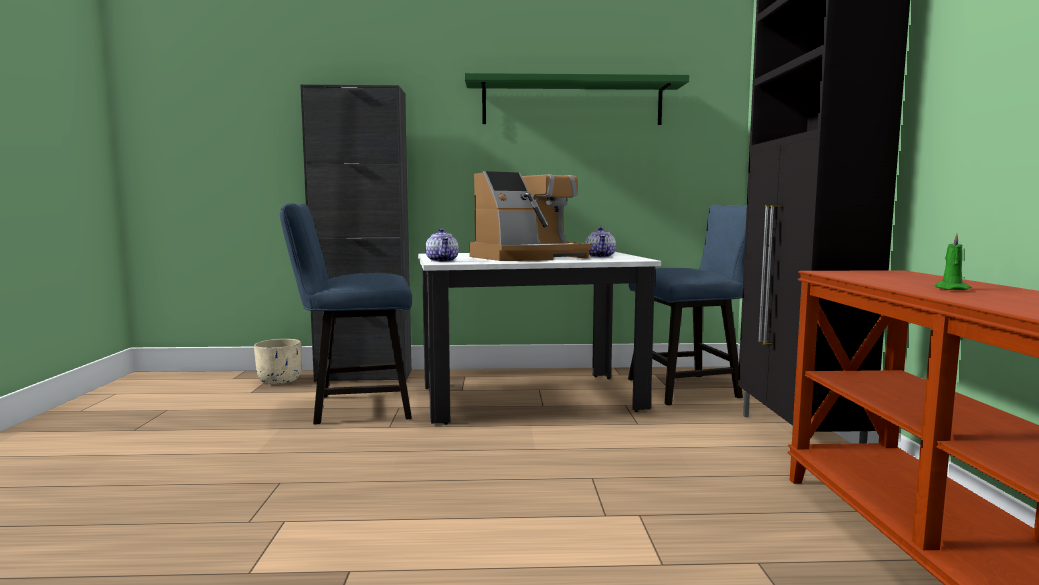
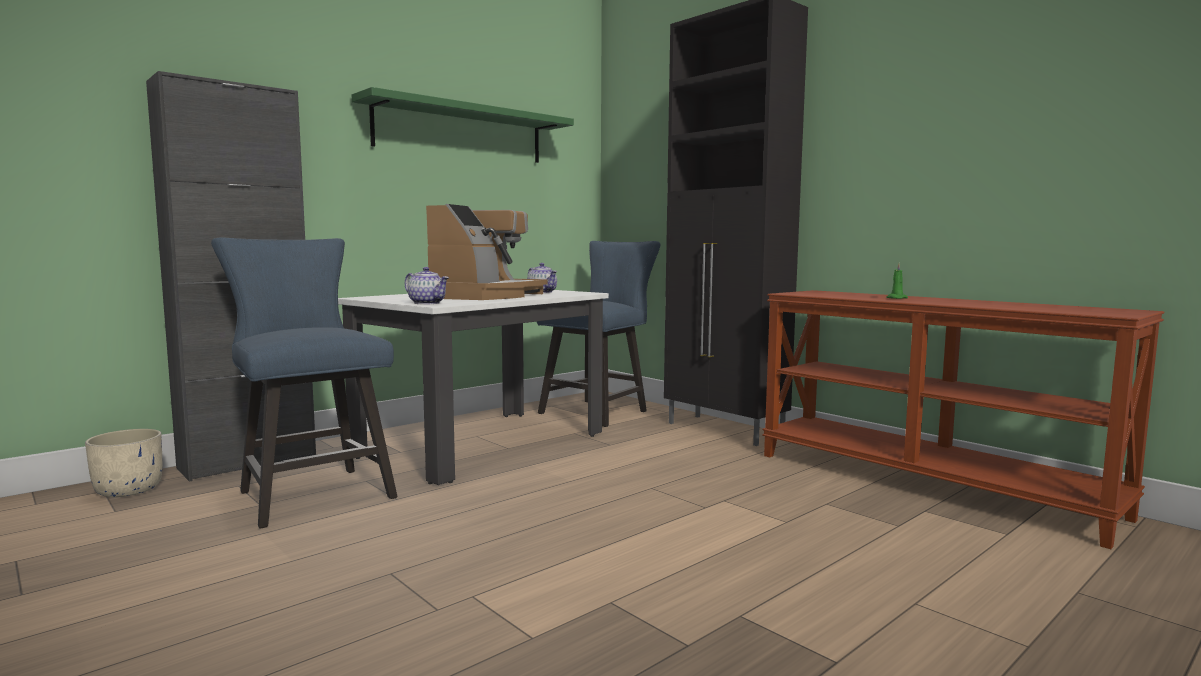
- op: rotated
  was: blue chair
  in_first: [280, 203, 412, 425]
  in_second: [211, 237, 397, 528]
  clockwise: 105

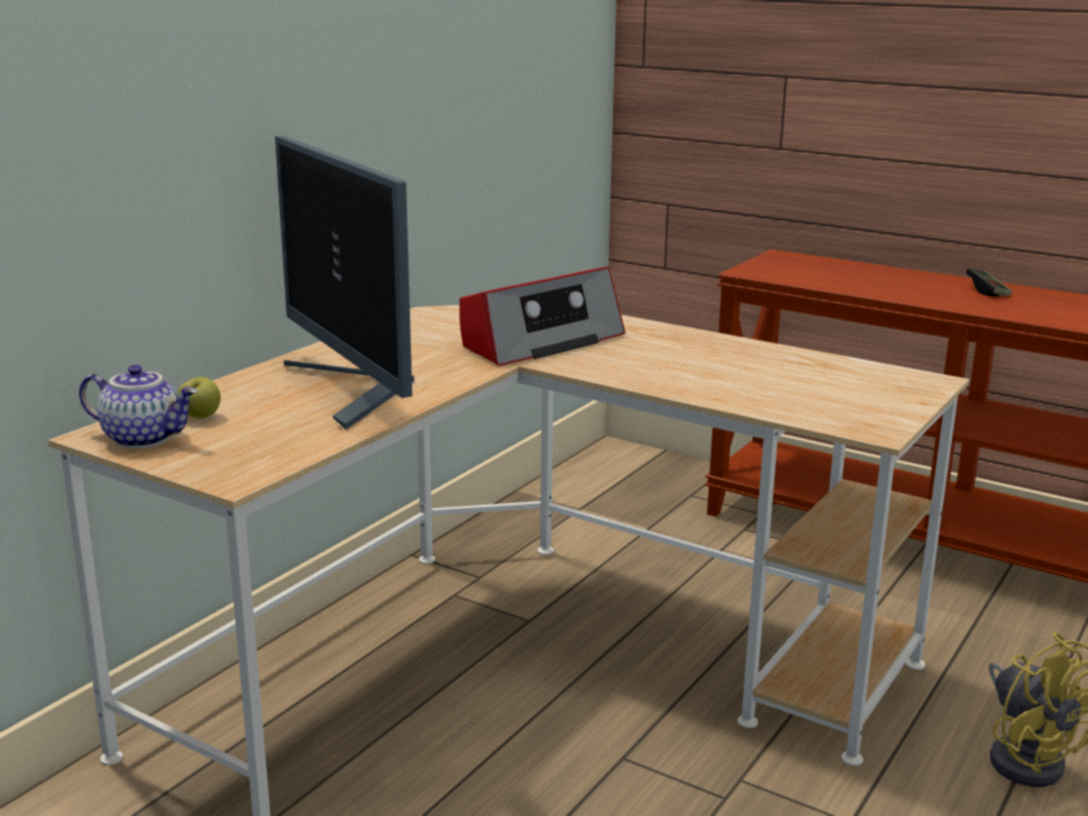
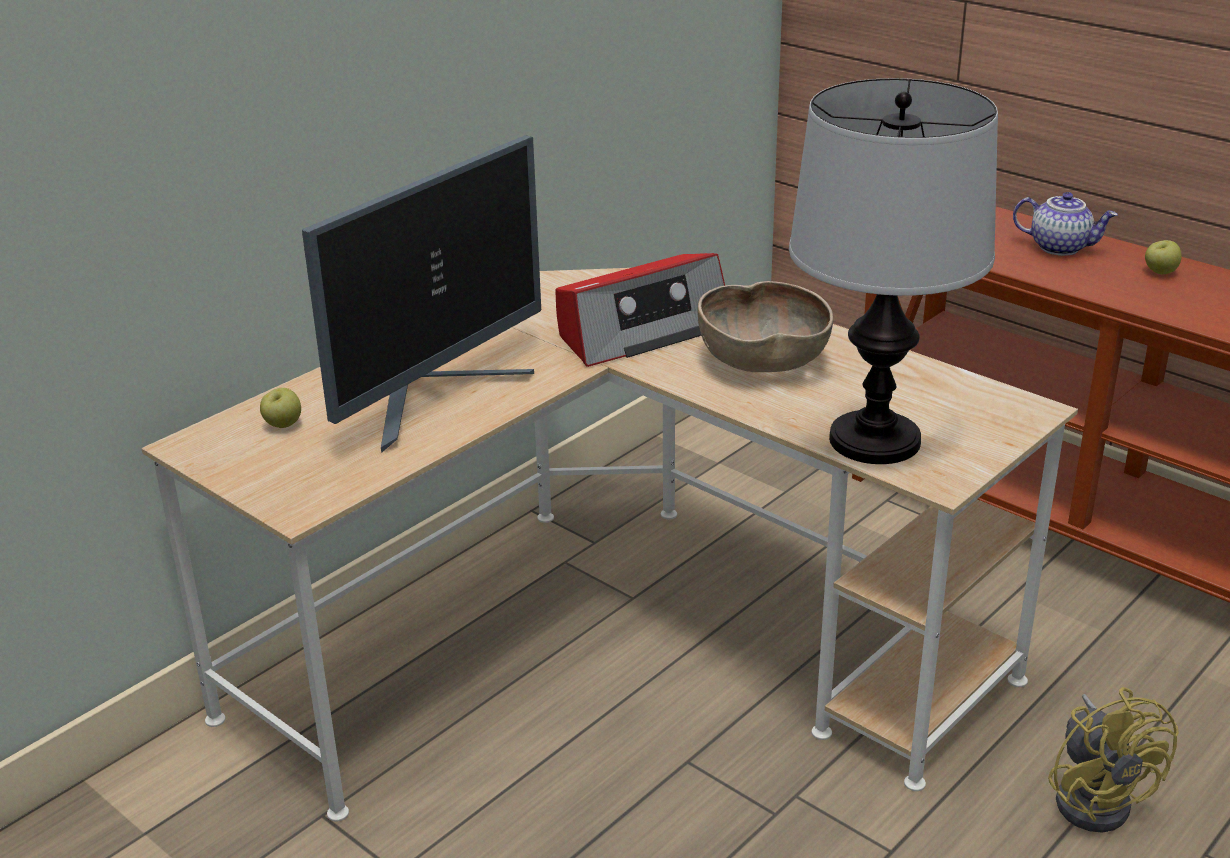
- op: shifted
  was: teapot
  in_first: [79, 365, 197, 448]
  in_second: [1013, 192, 1118, 256]
- op: rotated
  was: monitor
  in_first: [275, 136, 414, 430]
  in_second: [302, 135, 541, 453]
  clockwise: -120
- op: swapped
  was: game controller
  now: apple
  in_first: [966, 267, 1012, 297]
  in_second: [1145, 240, 1182, 274]
- op: new
  now: brown bowl
  in_second: [698, 281, 833, 372]
- op: new
  now: table lamp
  in_second: [789, 78, 998, 464]

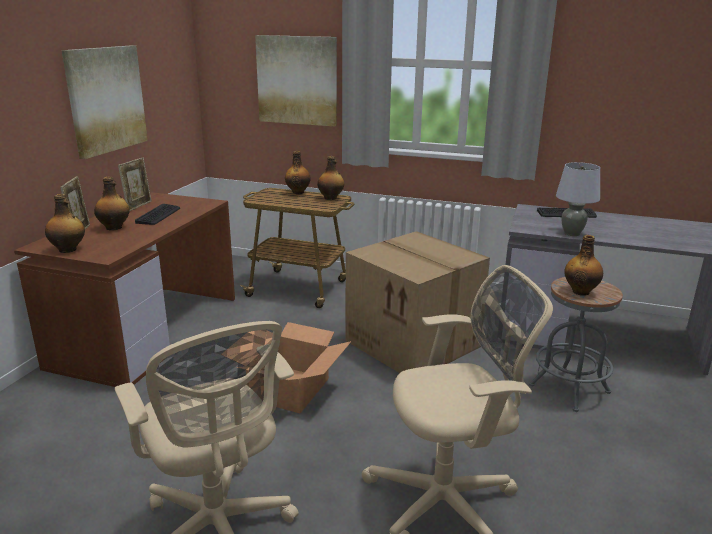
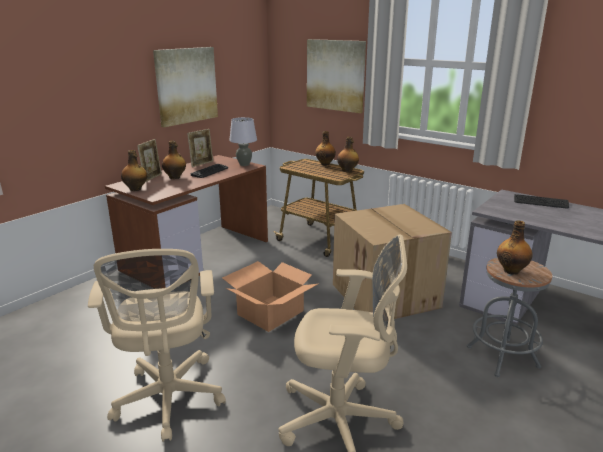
- op: shifted
  was: grey table lamp
  in_first: [556, 162, 600, 236]
  in_second: [229, 117, 257, 166]

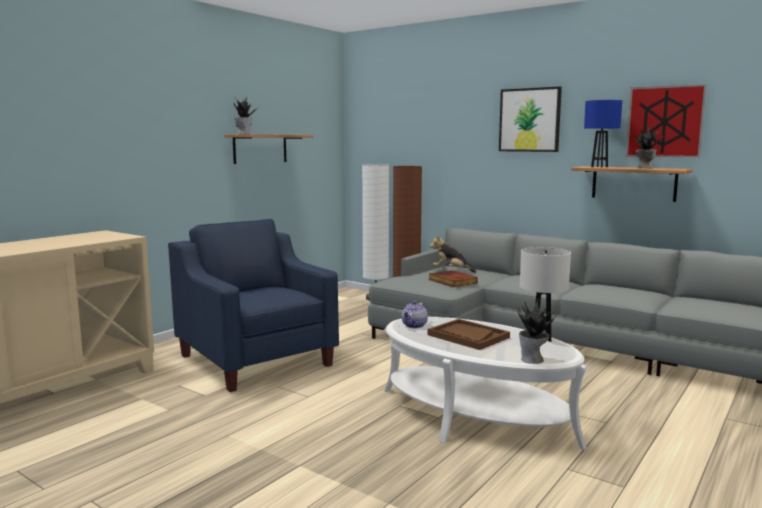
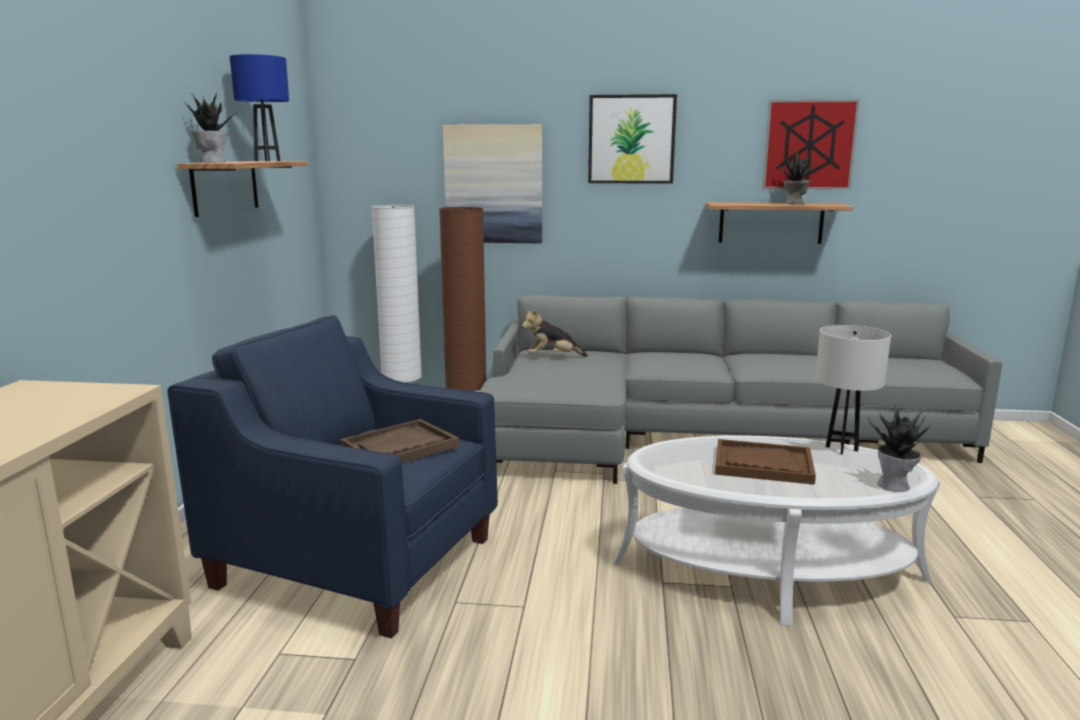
- op: gone
  was: teapot
  in_first: [402, 301, 428, 328]
- op: gone
  was: book
  in_first: [428, 270, 478, 287]
- op: shifted
  was: blue table lamp
  in_first: [584, 100, 622, 168]
  in_second: [230, 54, 289, 161]
- op: new
  now: brown tray
  in_second: [340, 419, 459, 463]
- op: new
  now: picture
  in_second: [443, 124, 542, 243]

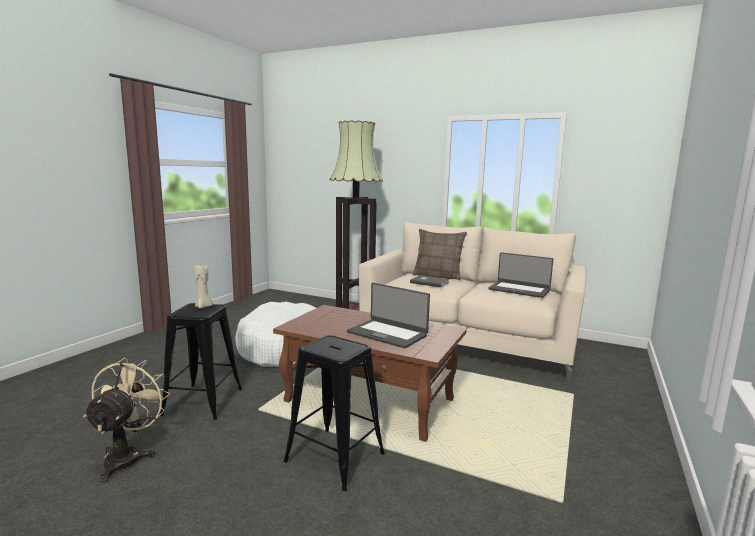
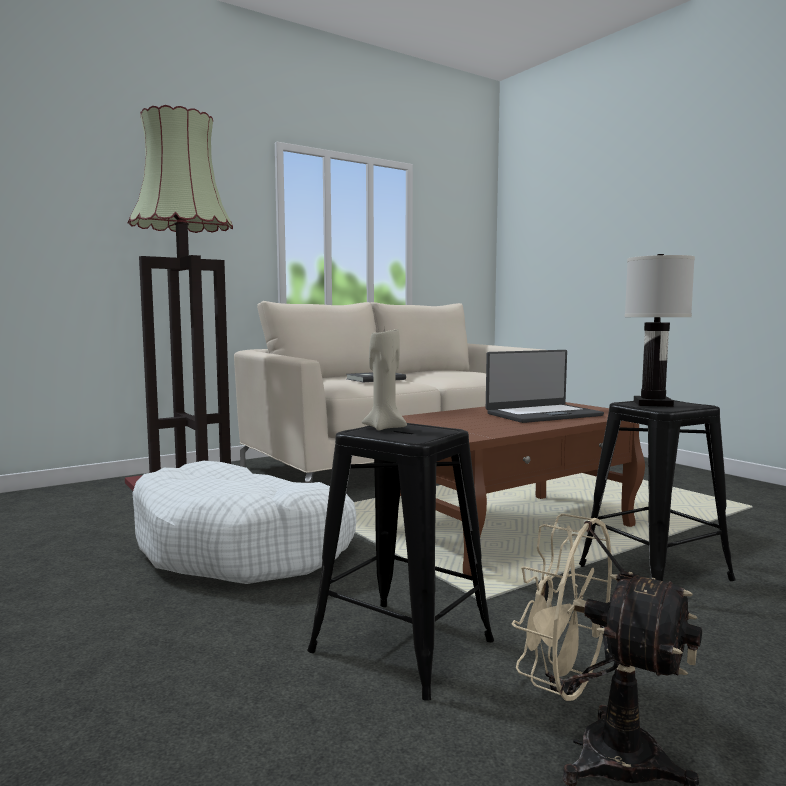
- op: gone
  was: pillow
  in_first: [412, 229, 467, 280]
- op: gone
  was: laptop
  in_first: [488, 252, 553, 298]
- op: new
  now: white table lamp
  in_second: [625, 254, 695, 407]

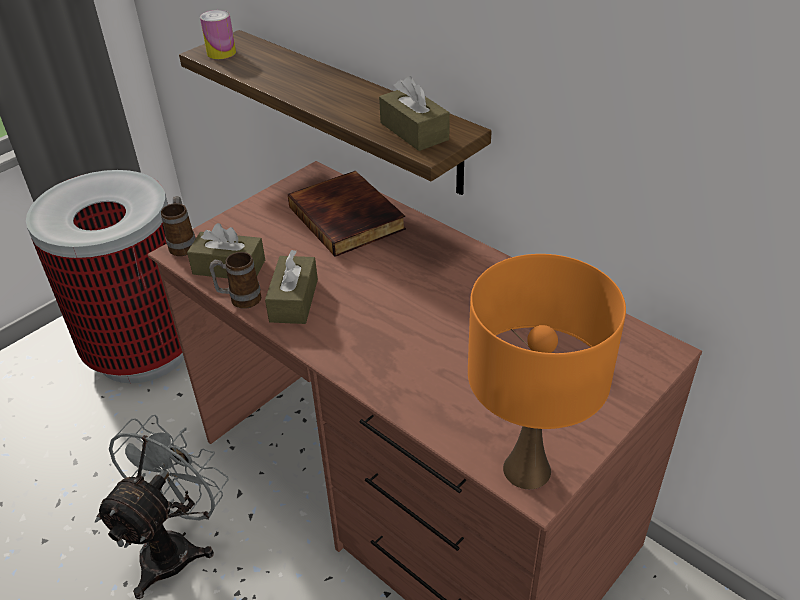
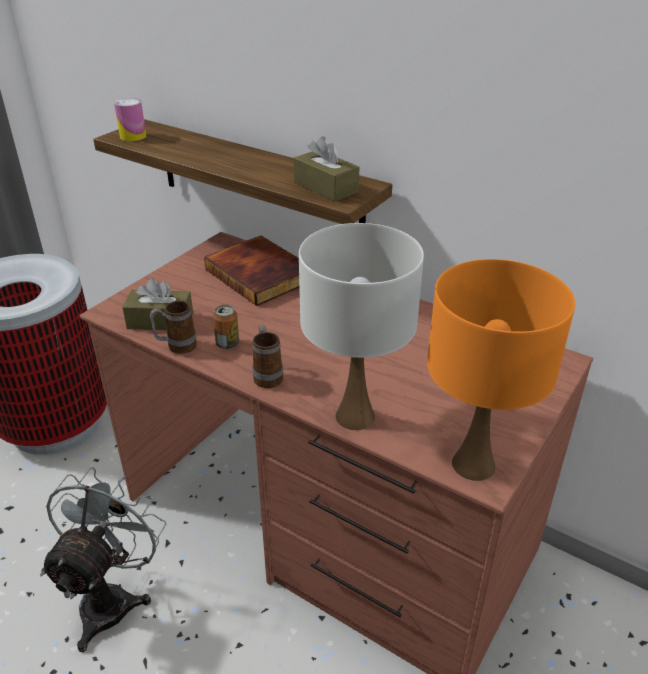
- op: shifted
  was: mug
  in_first: [161, 196, 195, 256]
  in_second: [252, 324, 283, 388]
- op: swapped
  was: brown tissue box
  now: can
  in_first: [265, 250, 318, 324]
  in_second: [213, 305, 239, 349]
- op: new
  now: white table lamp
  in_second: [299, 223, 424, 430]

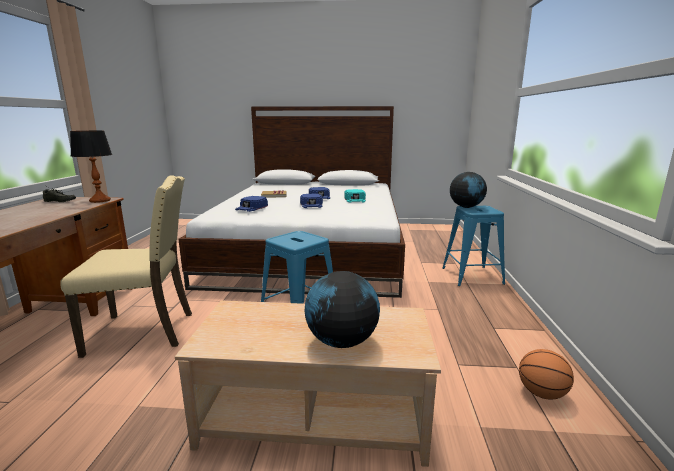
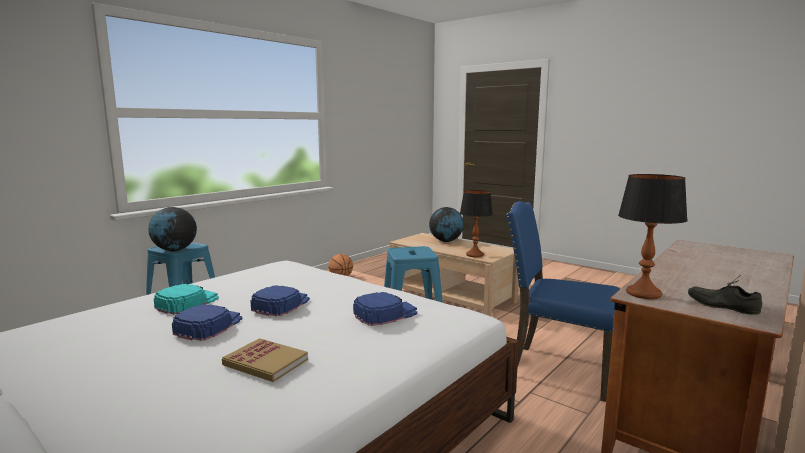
- op: repainted
  was: beige chair
  now: blue chair
  in_first: [60, 175, 192, 358]
  in_second: [506, 201, 620, 402]
- op: new
  now: table lamp
  in_second: [460, 190, 493, 257]

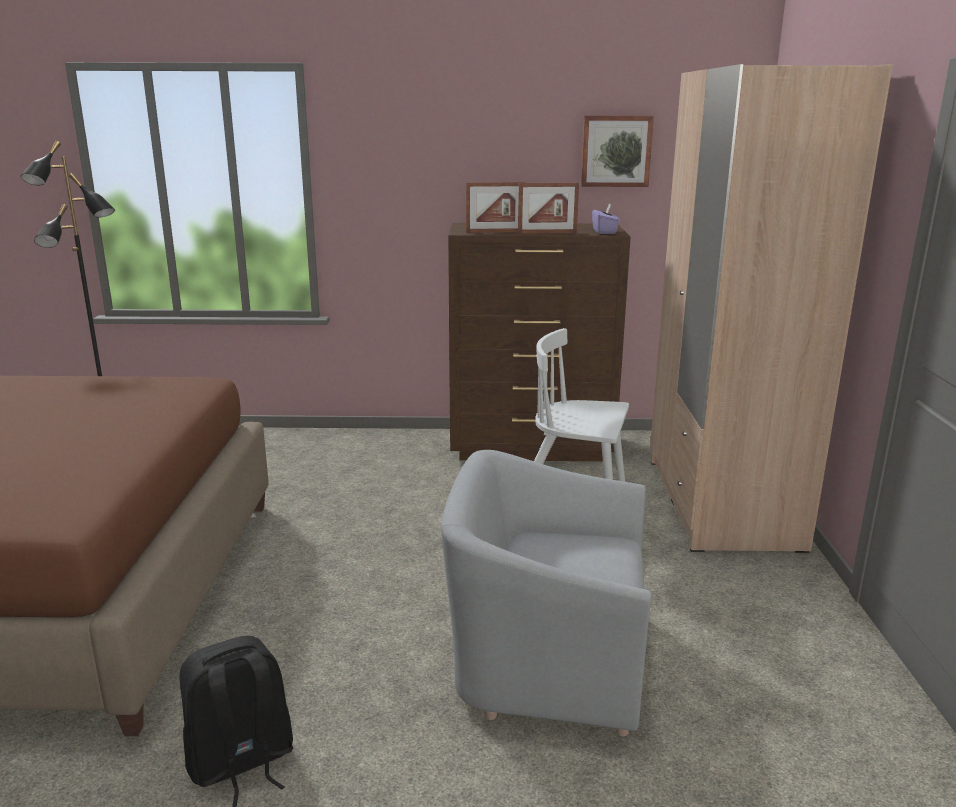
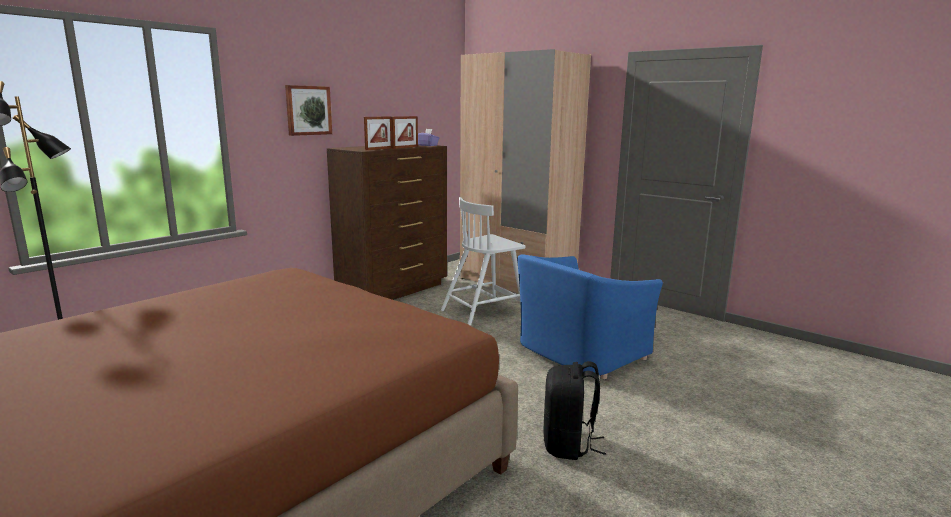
- op: repainted
  was: grey armchair
  now: blue armchair
  in_first: [441, 450, 651, 736]
  in_second: [517, 254, 663, 379]
- op: shifted
  was: picture
  in_first: [581, 116, 654, 187]
  in_second: [285, 85, 332, 136]

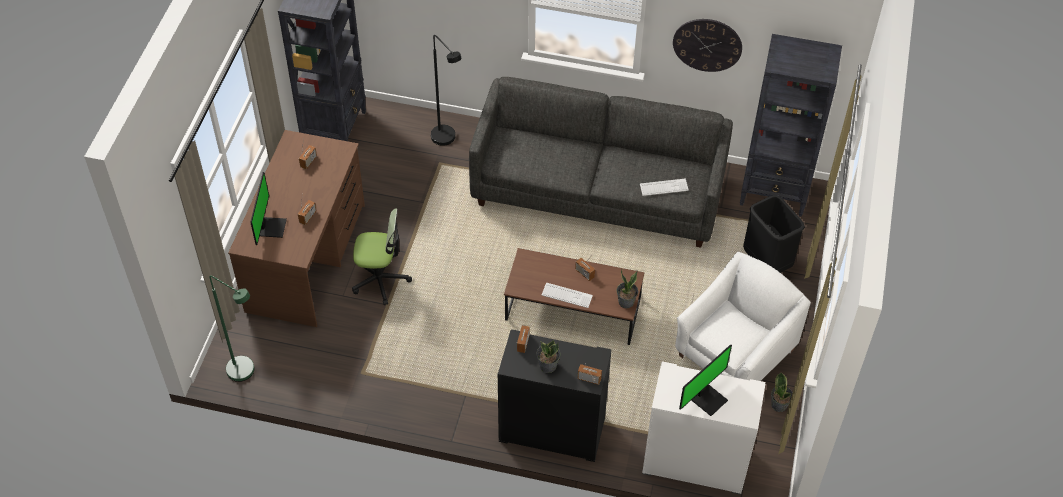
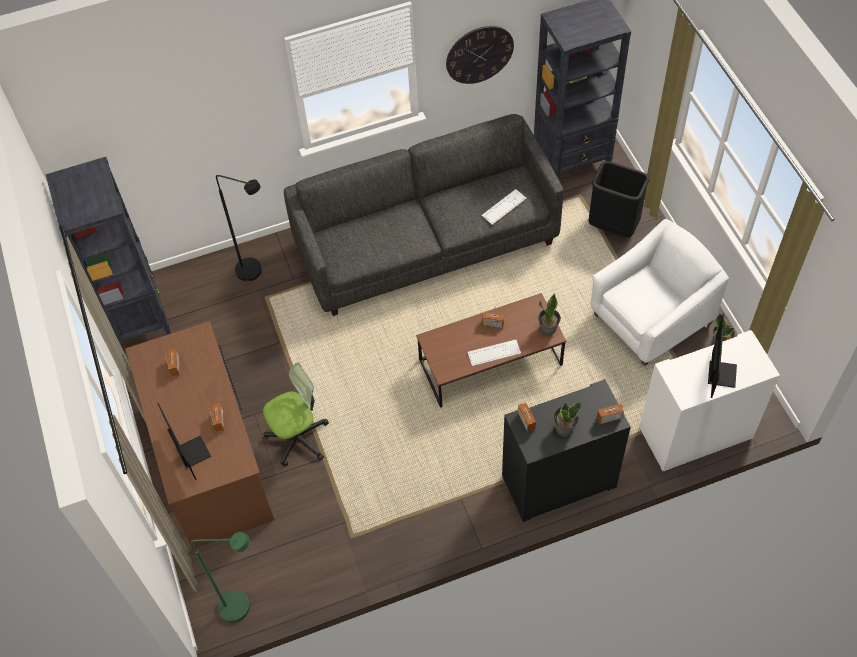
- op: rotated
  was: white armchair
  in_first: [675, 252, 811, 381]
  in_second: [591, 219, 729, 366]
  clockwise: 45

